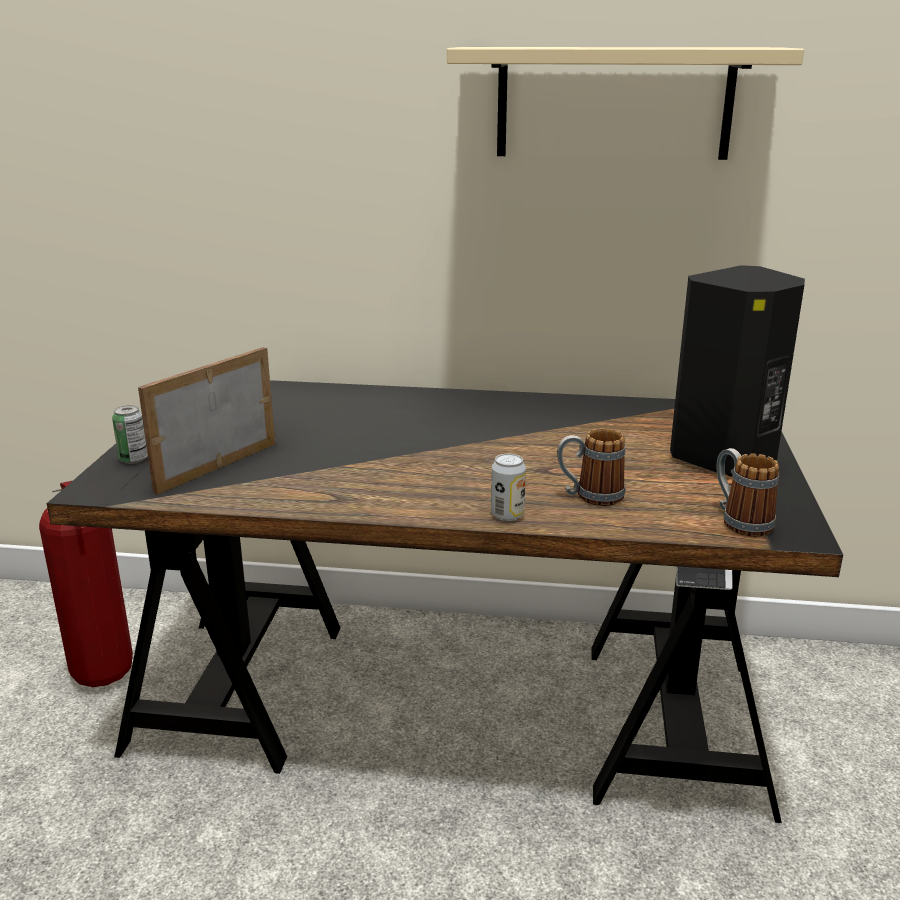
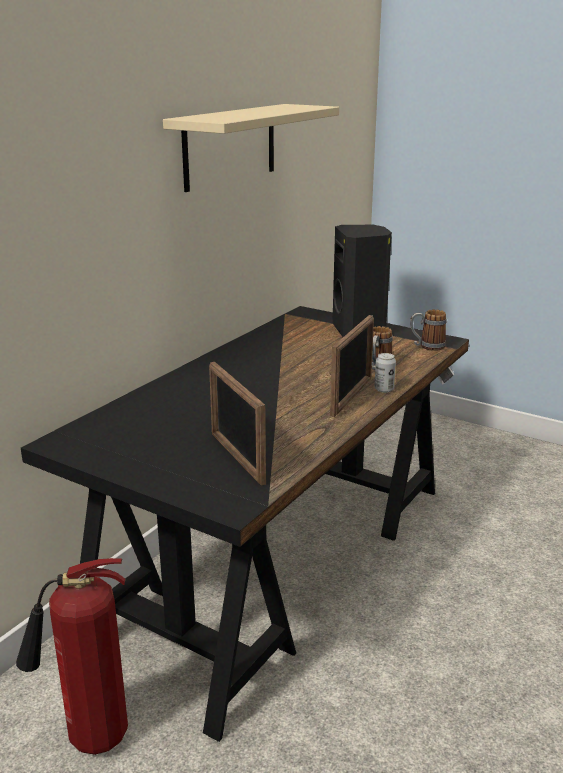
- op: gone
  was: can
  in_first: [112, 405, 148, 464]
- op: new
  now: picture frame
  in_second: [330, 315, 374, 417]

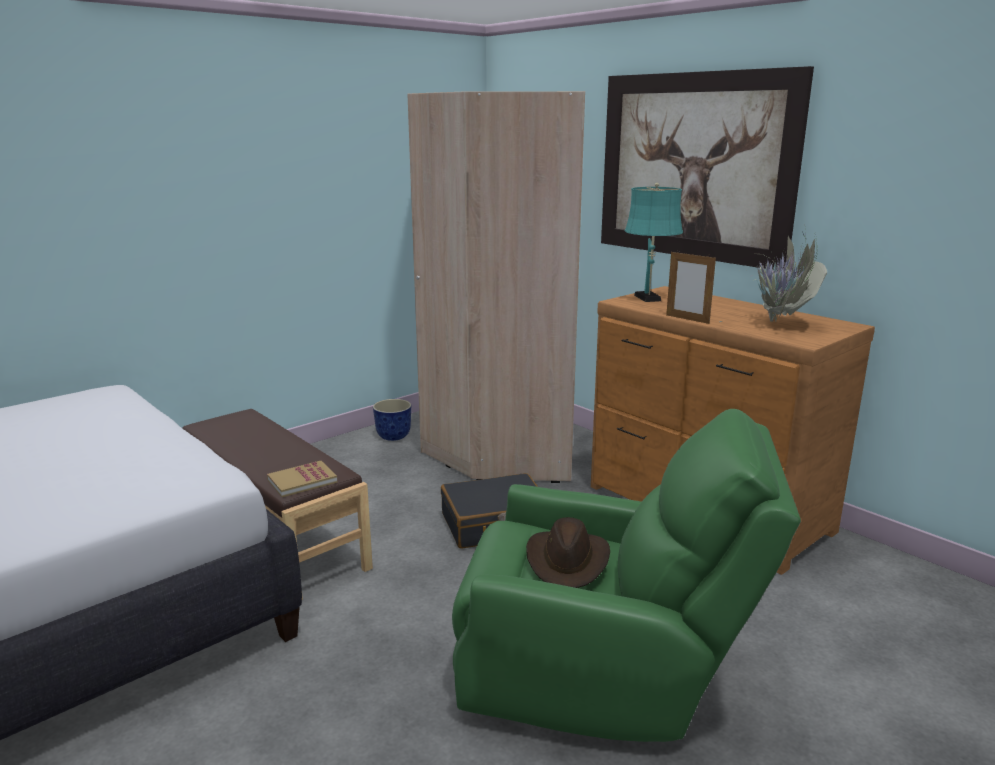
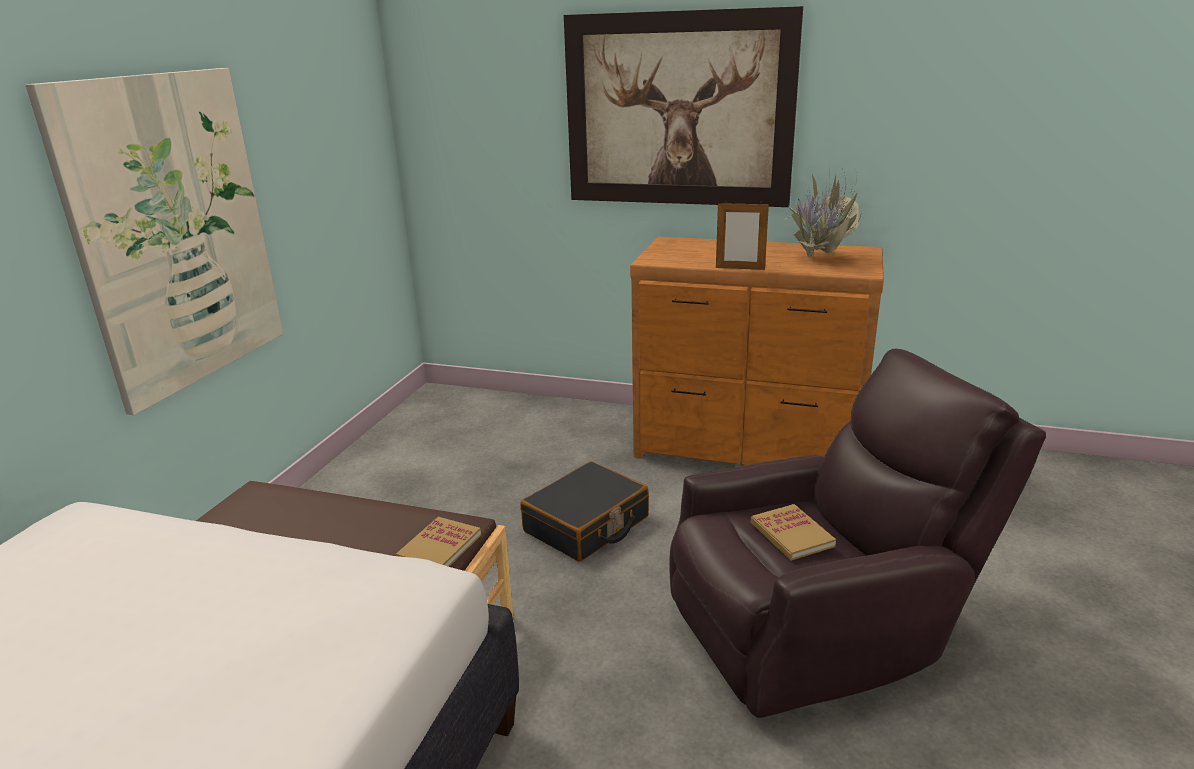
- op: gone
  was: planter
  in_first: [373, 399, 411, 441]
- op: gone
  was: beige wardrobe
  in_first: [407, 91, 585, 483]
- op: repainted
  was: green armchair
  now: brown armchair
  in_first: [452, 409, 801, 742]
  in_second: [669, 349, 1046, 718]
- op: swapped
  was: brown hat
  now: book
  in_first: [526, 517, 610, 588]
  in_second: [751, 504, 836, 561]
- op: gone
  was: turquoise table lamp
  in_first: [625, 183, 683, 302]
- op: new
  now: picture
  in_second: [26, 68, 284, 415]

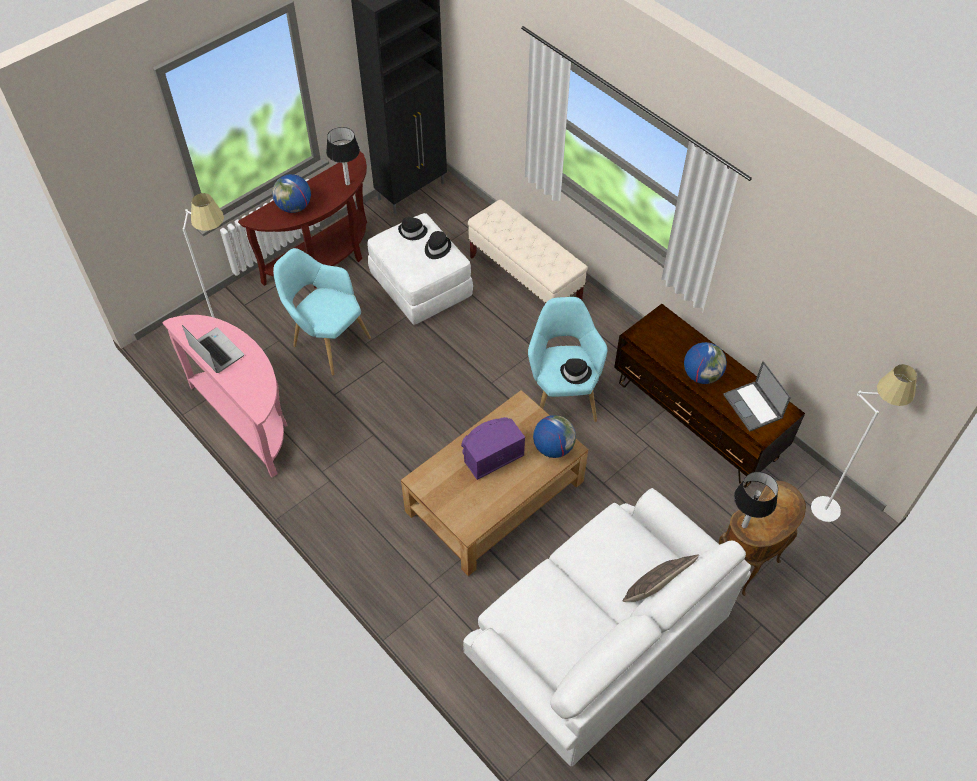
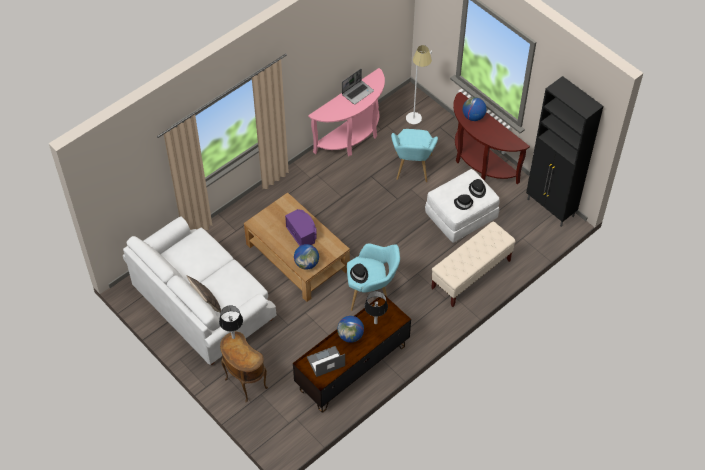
- op: rotated
  was: turquoise armchair
  in_first: [273, 248, 371, 375]
  in_second: [391, 129, 438, 182]
  clockwise: 150
- op: shifted
  was: table lamp
  in_first: [326, 127, 360, 185]
  in_second: [364, 291, 388, 324]
- op: gone
  was: white floor lamp
  in_first: [811, 364, 917, 522]

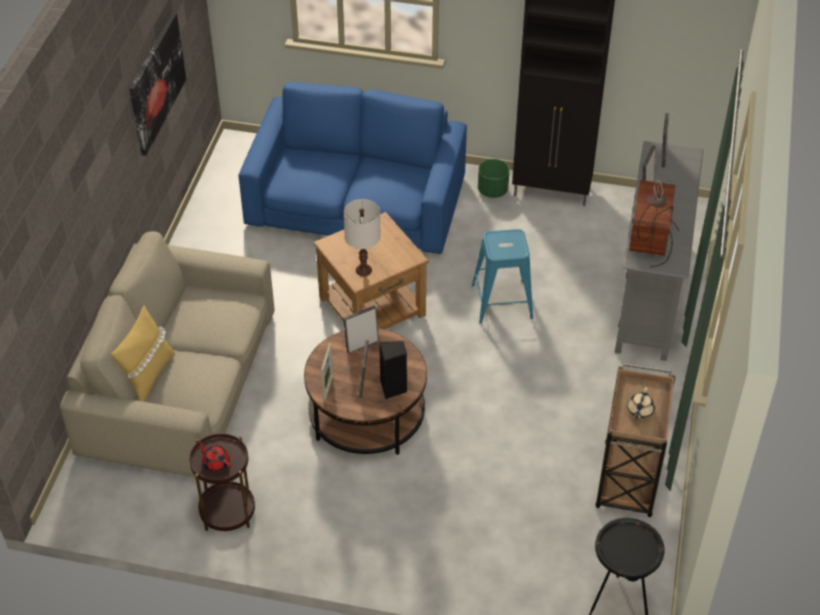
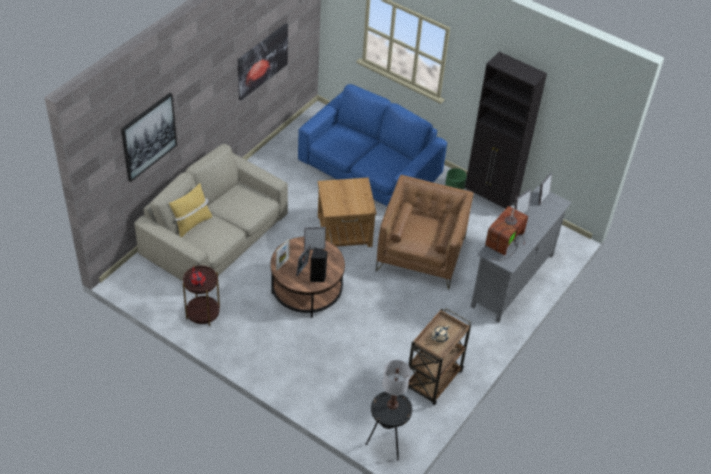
- op: shifted
  was: white table lamp
  in_first: [344, 199, 381, 276]
  in_second: [383, 360, 410, 410]
- op: swapped
  was: blue stool
  now: brown armchair
  in_first: [472, 229, 533, 324]
  in_second: [376, 175, 474, 290]
- op: new
  now: picture
  in_second: [121, 93, 177, 182]

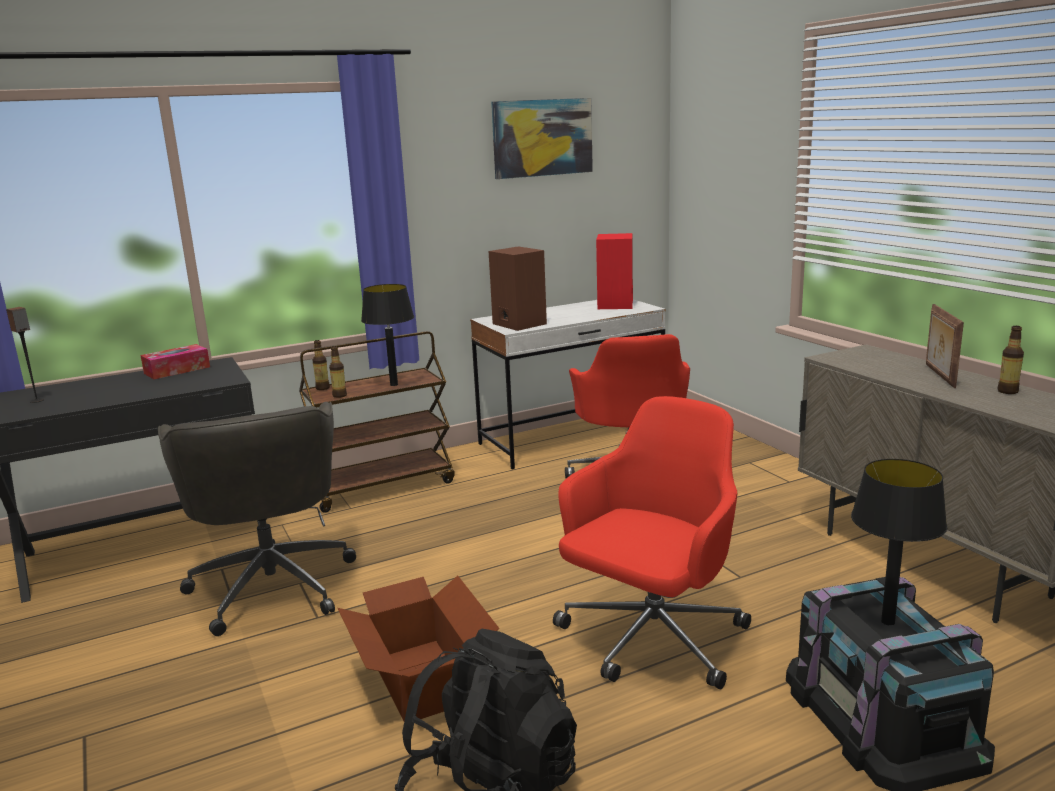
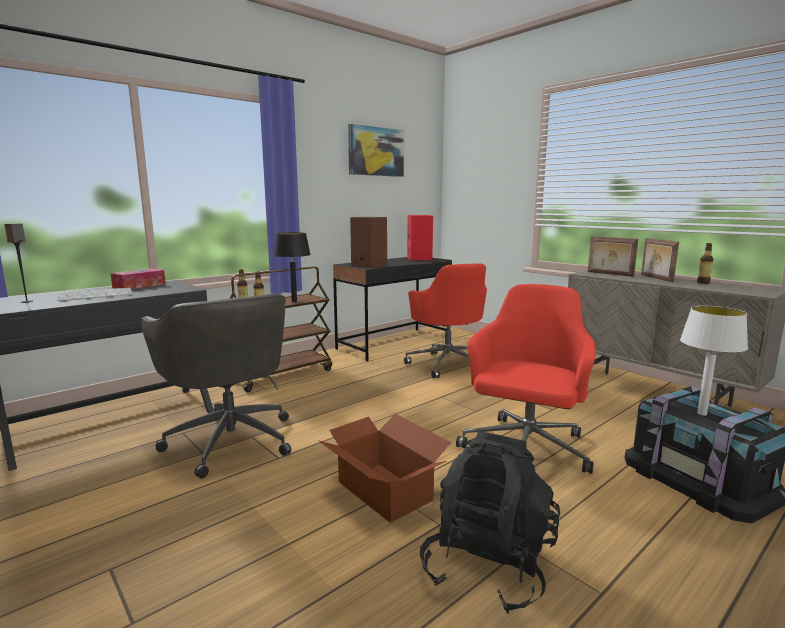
- op: repainted
  was: white desk
  now: black desk
  in_first: [470, 299, 665, 470]
  in_second: [333, 257, 452, 361]
- op: repainted
  was: black table lamp
  now: white table lamp
  in_first: [851, 459, 947, 626]
  in_second: [680, 306, 748, 416]
- op: new
  now: keyboard
  in_second: [57, 287, 132, 301]
- op: new
  now: picture frame
  in_second: [588, 236, 638, 277]

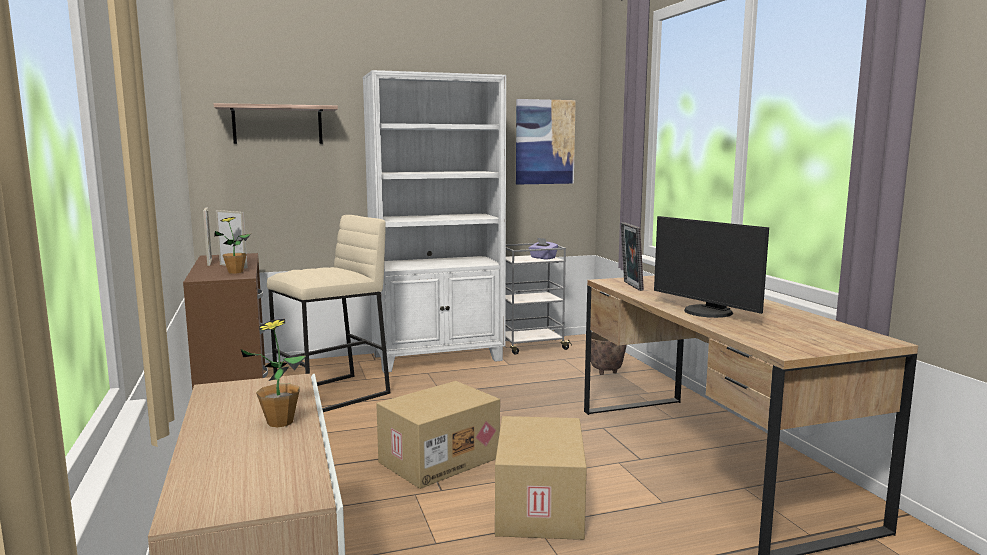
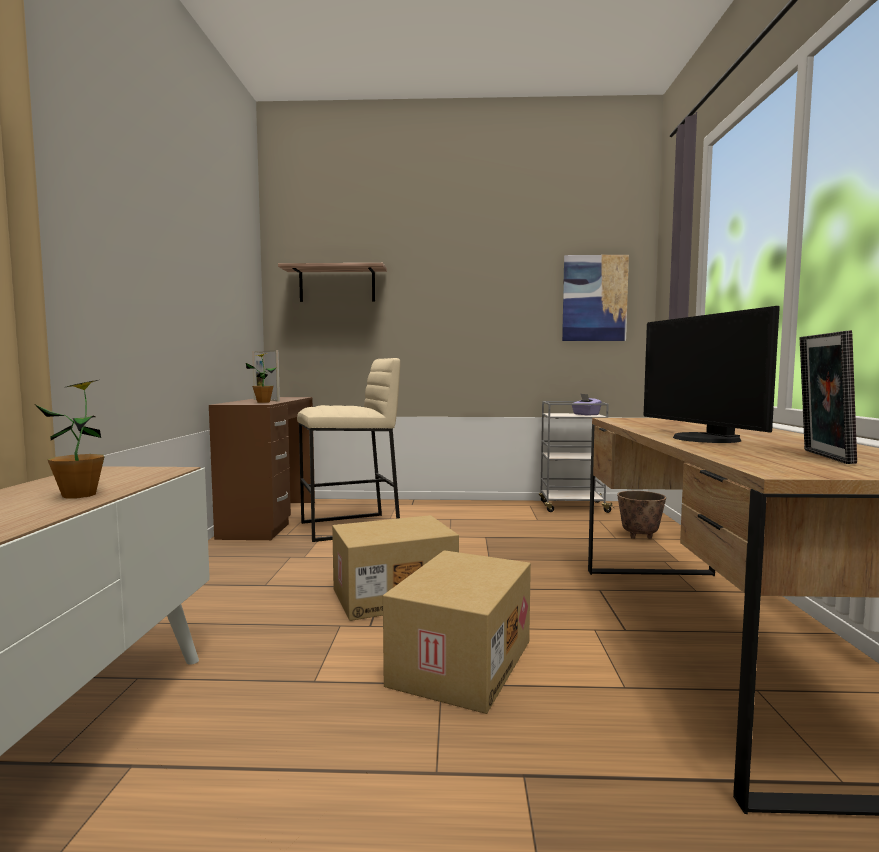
- op: gone
  was: white bookcase
  in_first: [363, 70, 506, 373]
- op: shifted
  was: picture frame
  in_first: [621, 222, 644, 291]
  in_second: [799, 330, 857, 464]

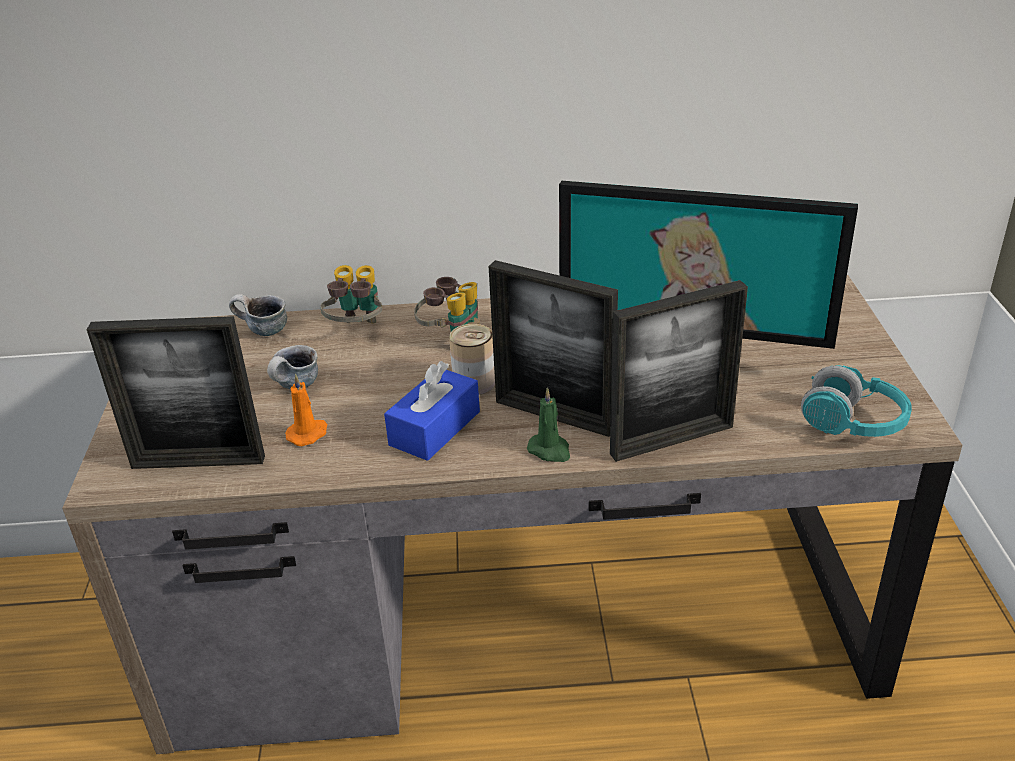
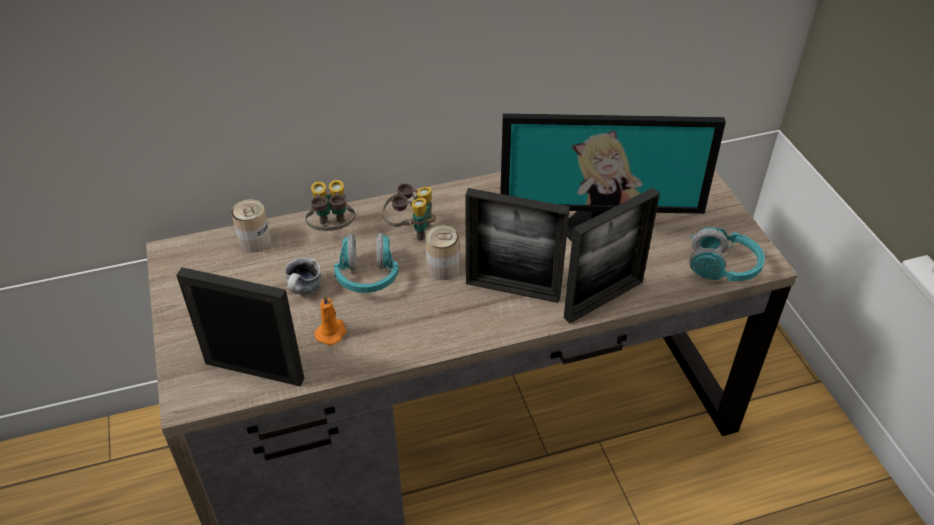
- op: rotated
  was: picture frame
  in_first: [86, 316, 265, 469]
  in_second: [176, 267, 305, 386]
  clockwise: -150
- op: swapped
  was: mug
  now: can
  in_first: [229, 294, 287, 336]
  in_second: [231, 199, 271, 253]
- op: gone
  was: blue tissue box
  in_first: [384, 361, 480, 461]
- op: gone
  was: green candle
  in_first: [527, 387, 570, 462]
- op: new
  now: turquoise headphones
  in_second: [334, 233, 399, 293]

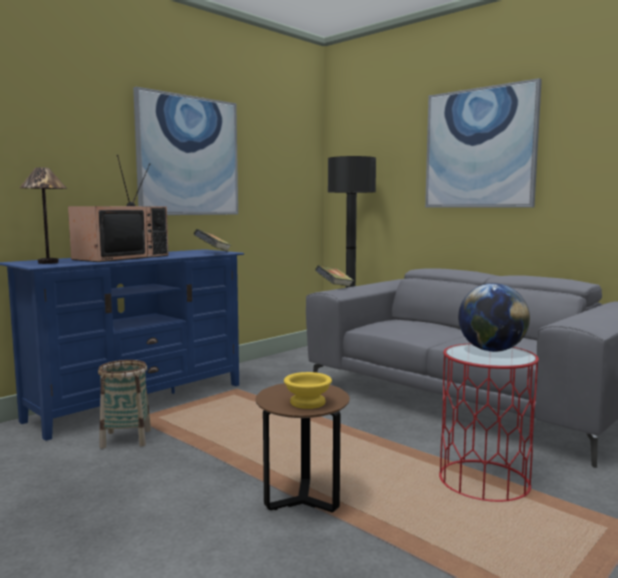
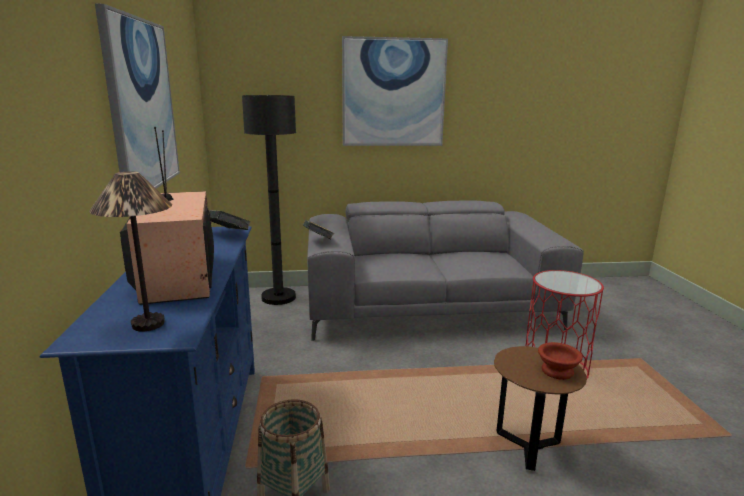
- op: repainted
  was: yellow bowl
  now: brown bowl
  in_first: [284, 372, 332, 409]
  in_second: [538, 342, 583, 380]
- op: gone
  was: globe
  in_first: [458, 283, 530, 352]

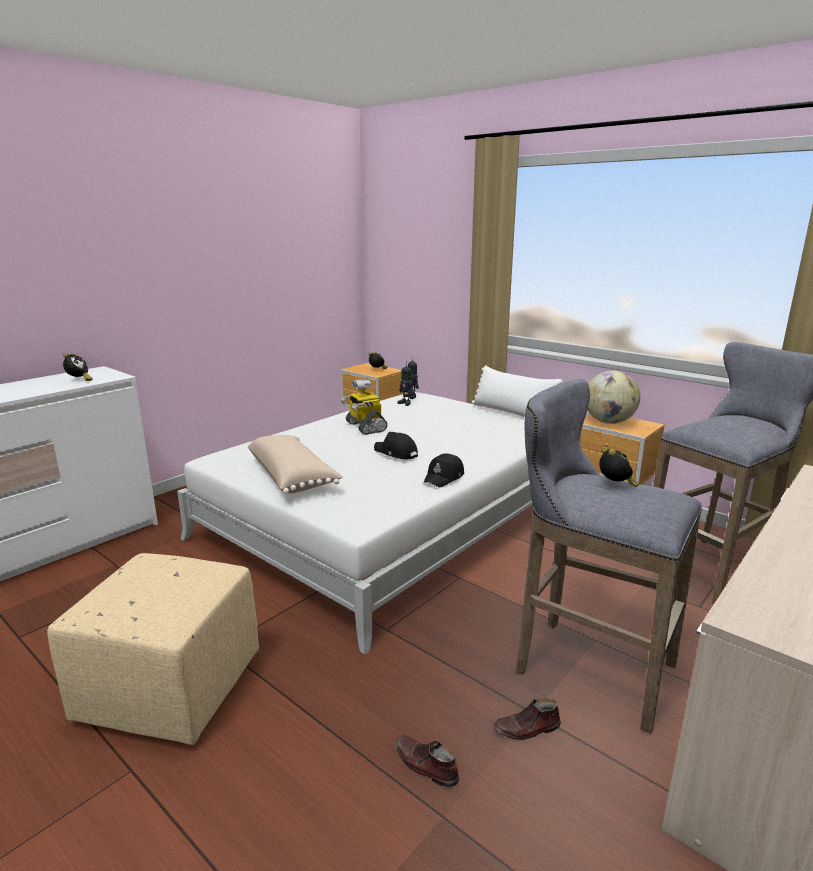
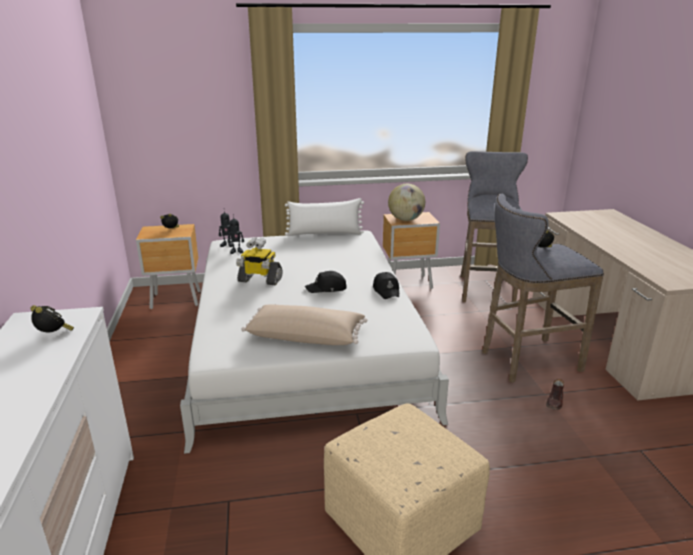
- op: gone
  was: brown shoe
  in_first: [396, 735, 459, 788]

